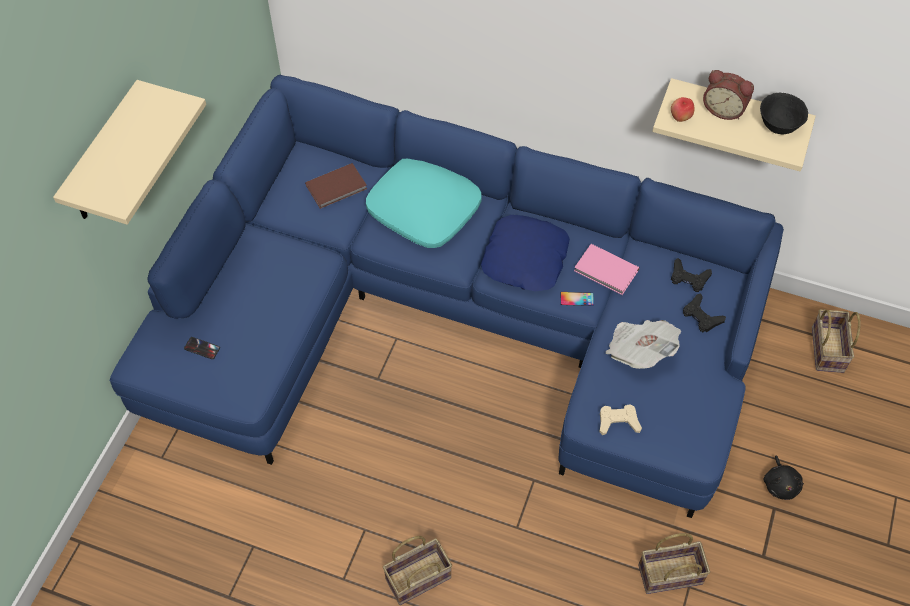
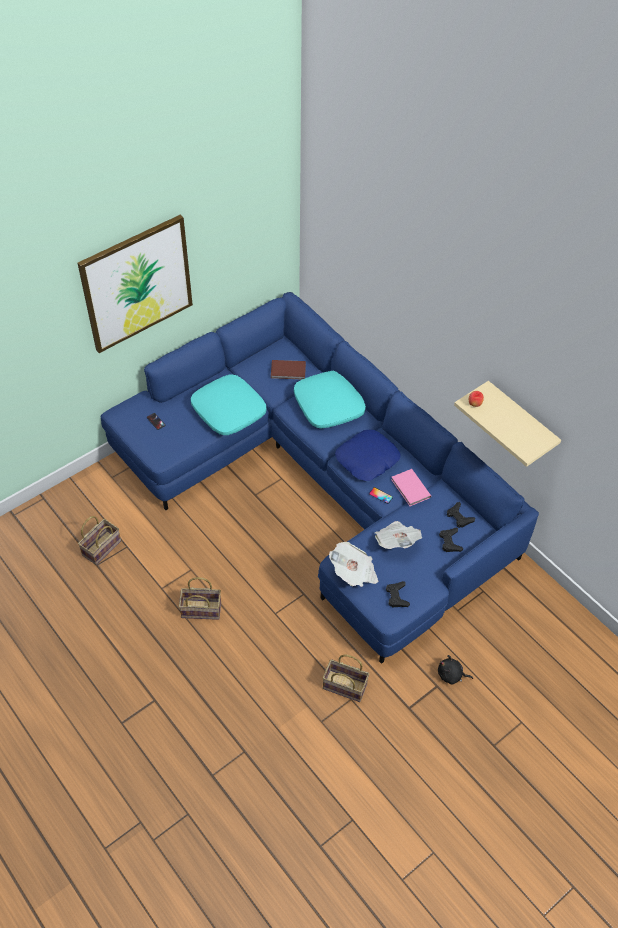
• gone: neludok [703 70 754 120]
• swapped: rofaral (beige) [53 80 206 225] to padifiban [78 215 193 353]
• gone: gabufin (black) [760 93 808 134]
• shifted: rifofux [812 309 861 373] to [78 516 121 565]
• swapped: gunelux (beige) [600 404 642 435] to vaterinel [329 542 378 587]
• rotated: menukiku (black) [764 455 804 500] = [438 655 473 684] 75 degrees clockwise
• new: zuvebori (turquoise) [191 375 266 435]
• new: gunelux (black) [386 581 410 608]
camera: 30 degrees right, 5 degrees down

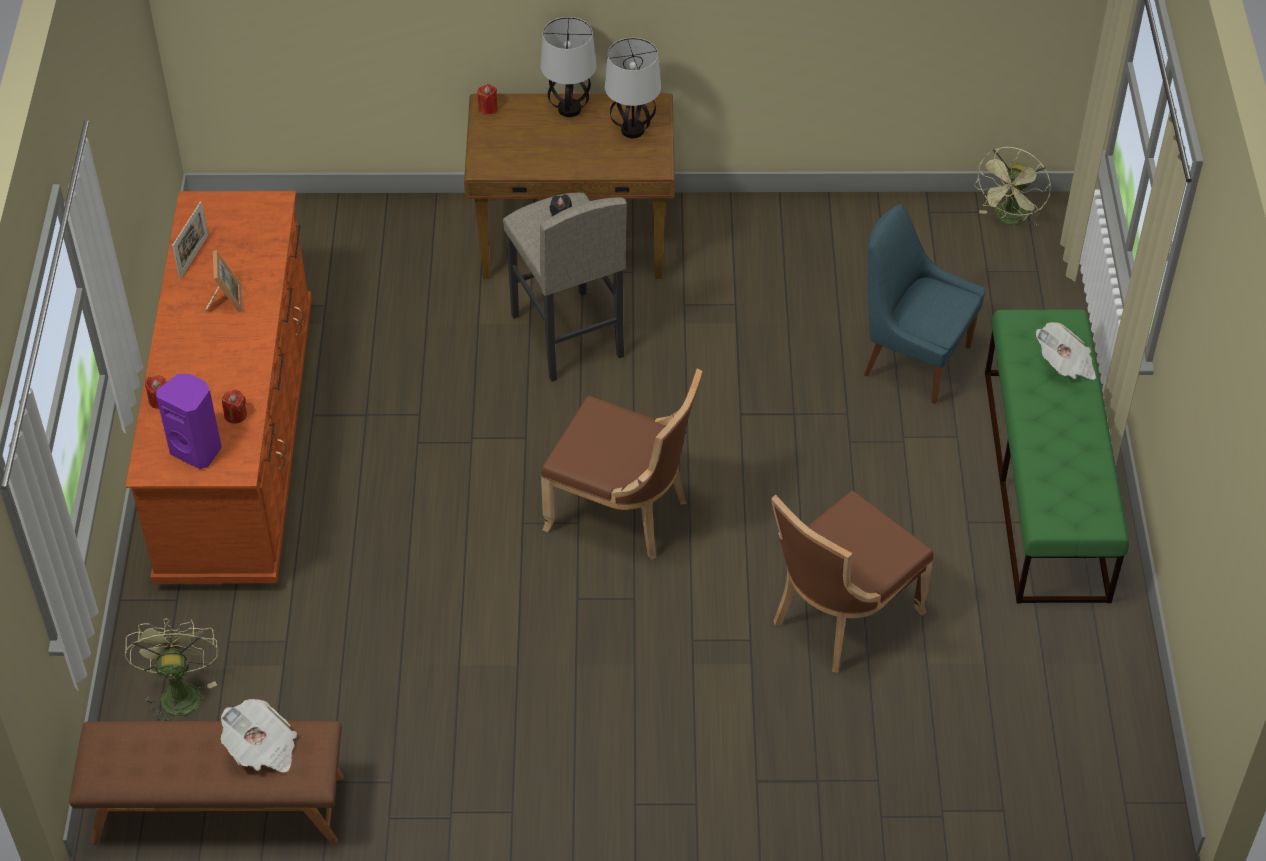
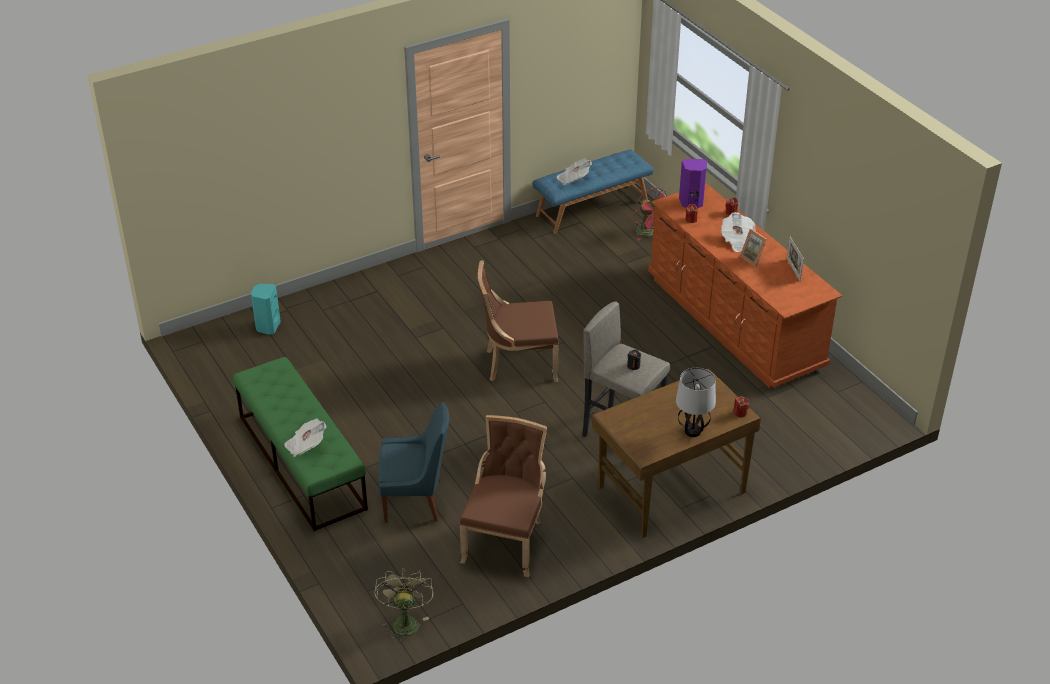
• gone: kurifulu [605 38 661 138]
• shifted: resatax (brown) [771 491 934 672] to [460 415 547 577]
• repainted: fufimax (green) [125 618 218 721] to fufimax (red) [634 188 667 241]
• repainted: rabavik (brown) [69 721 344 845] to rabavik (blue) [533 149 654 234]
• new: vaterinel [721 212 755 252]
• new: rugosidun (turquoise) [251 284 281 335]
camera: 150 degrees right, 10 degrees down

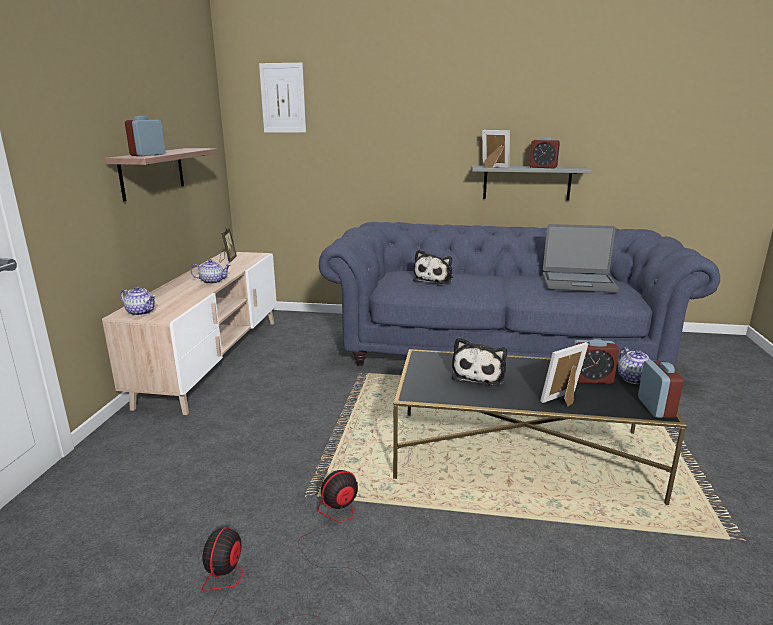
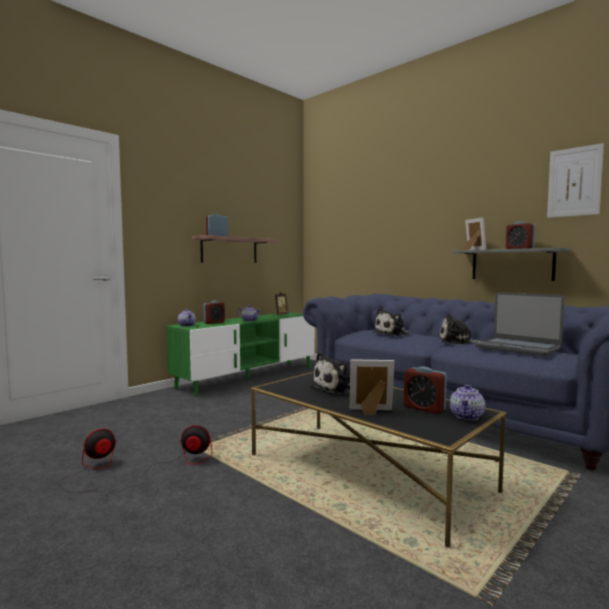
• shifted: padifiban [259 63 306 133] to [547 143 604 218]
• repainted: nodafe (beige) [102 251 277 415] to nodafe (green) [166 312 315 397]
• shifted: neludok [638 361 683 418] to [203 301 225 324]
• new: menukiku [440 313 481 345]
camera: 35 degrees right, 15 degrees down

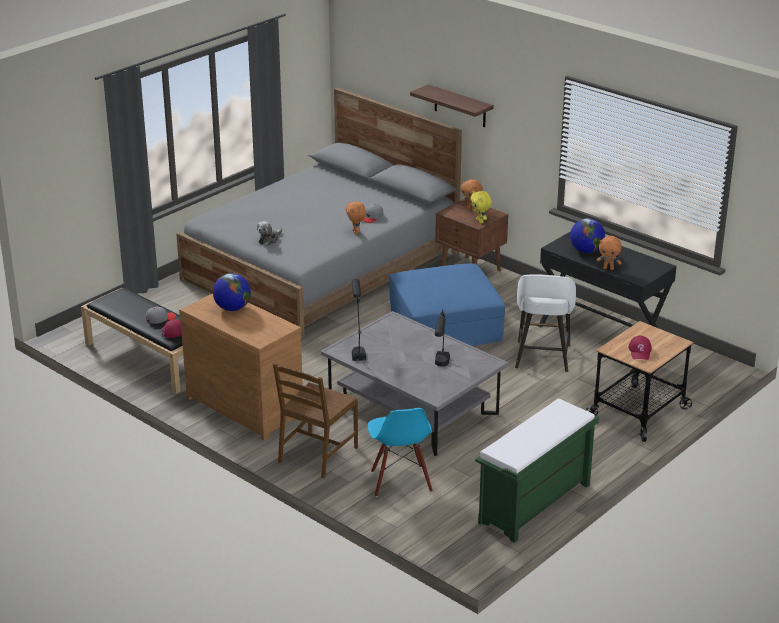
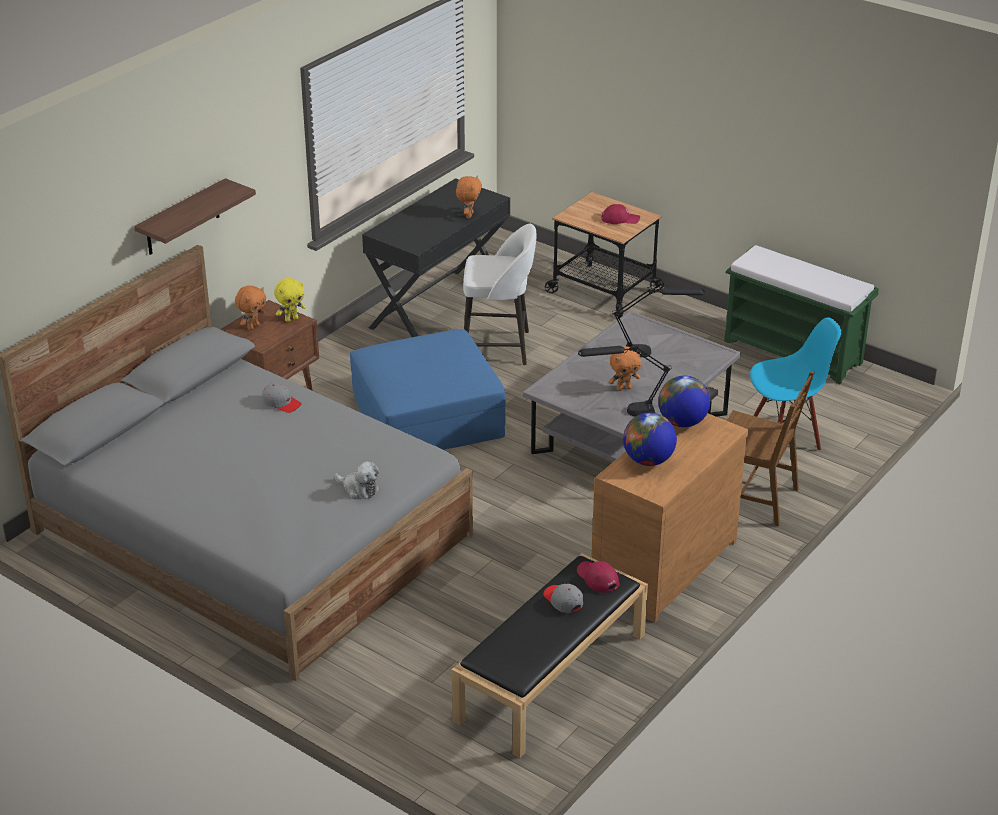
• shifted: menukiku (orange) [346 201 366 235] to [609 346 641 391]
• shifted: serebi [570 218 605 253] to [658 376 710 427]
camera: 95 degrees left, 5 degrees up

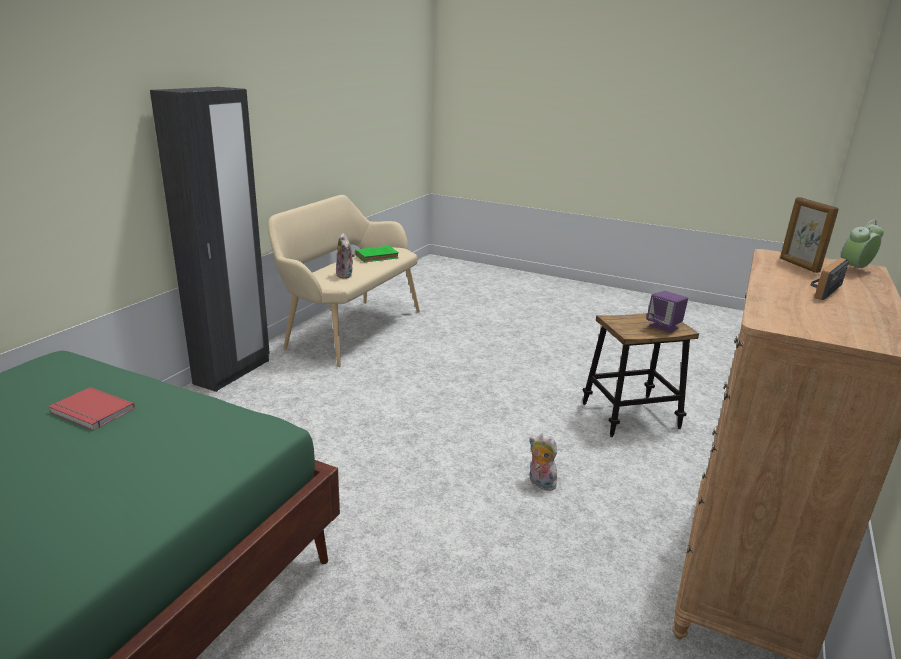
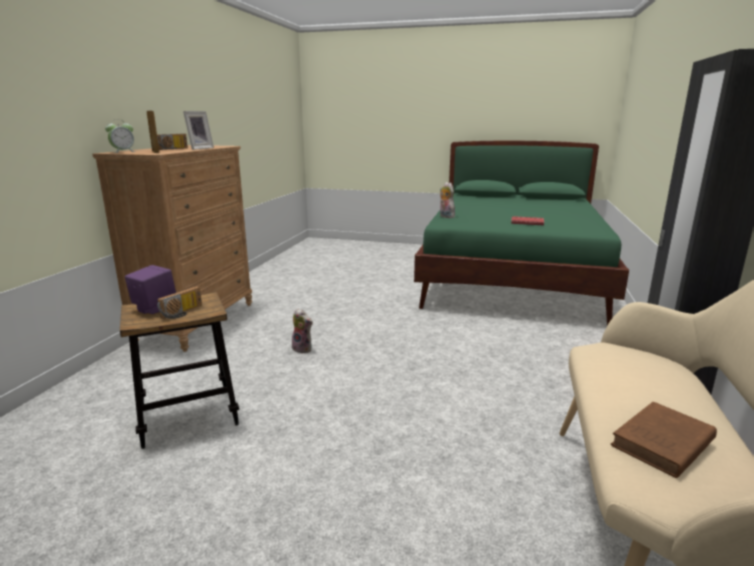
• shifted: menukiku [336 233 355 279] to [440 182 455 218]
• repainted: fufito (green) [355 246 399 262] to fufito (brown) [611 402 717 478]
• new: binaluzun [183 111 214 150]
• new: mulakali [157 286 202 319]
camera: 170 degrees right, 5 degrees down

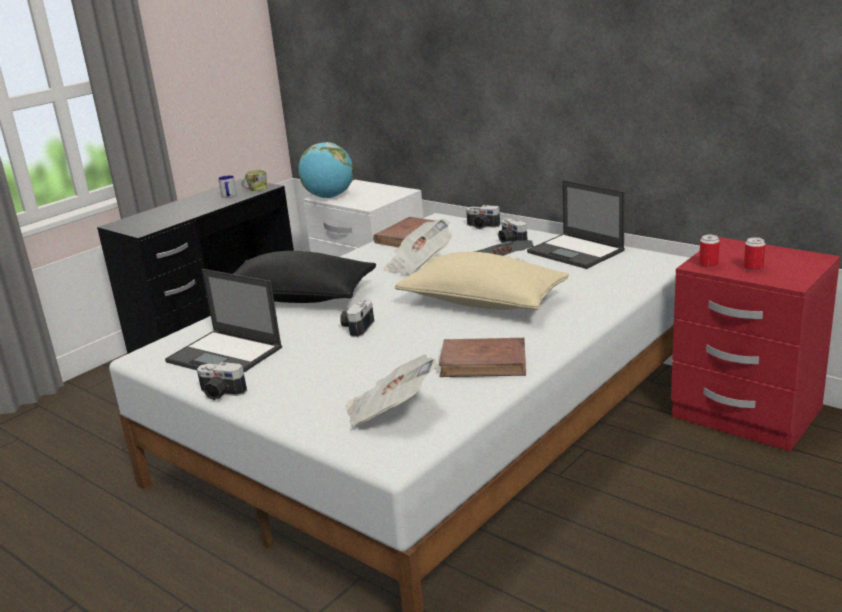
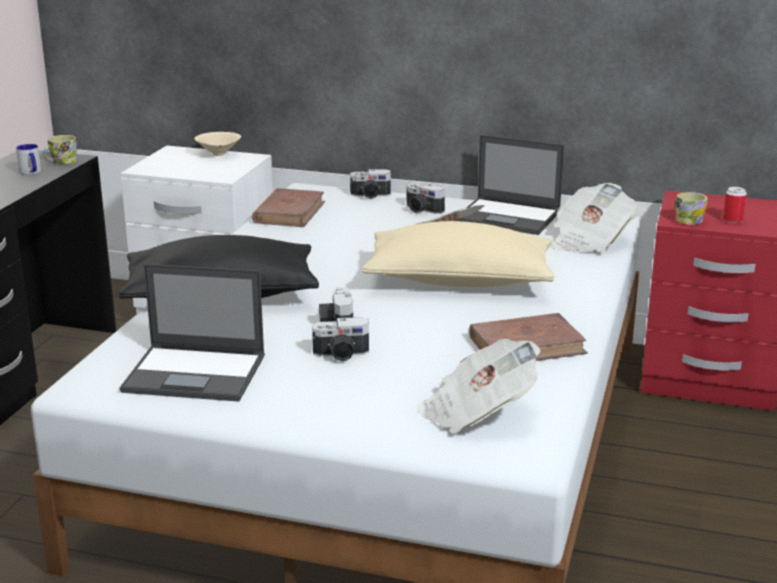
• gone: serebi [298 142 354 198]
• shifted: vaterinel [384 219 452 275] to [554 183 638 252]
• swapped: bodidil [699 235 720 268] to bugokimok [674 192 707 225]
• shifted: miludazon [197 362 247 400] to [312 317 369 362]
• new: gabufin (beige) [194 132 241 156]
camera: 25 degrees left, 0 degrees up

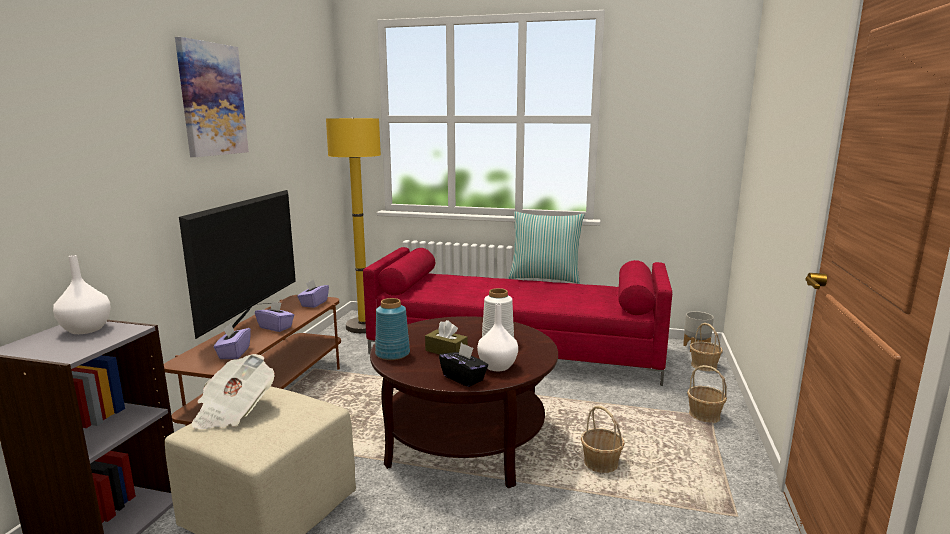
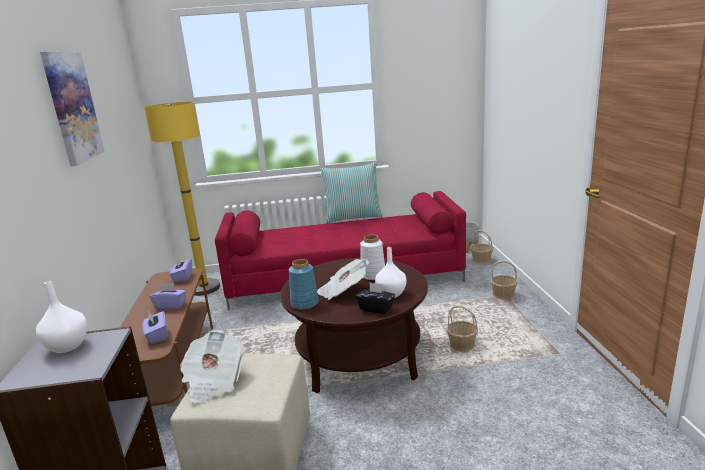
• gone: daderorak [179 190 296 339]
• swapped: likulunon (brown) [425 320 468 355] to vaterinel [317 259 369 300]
camera: 20 degrees left, 5 degrees up

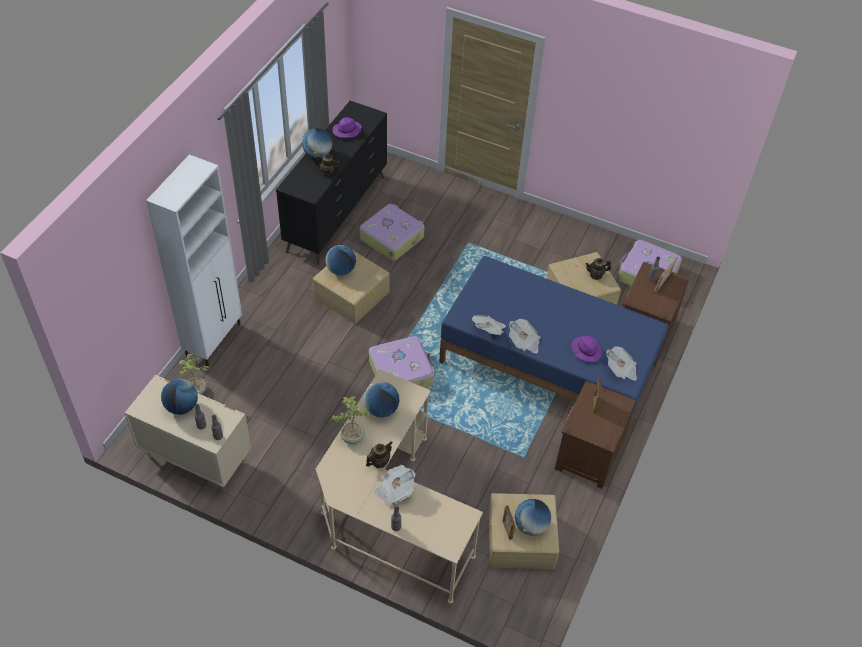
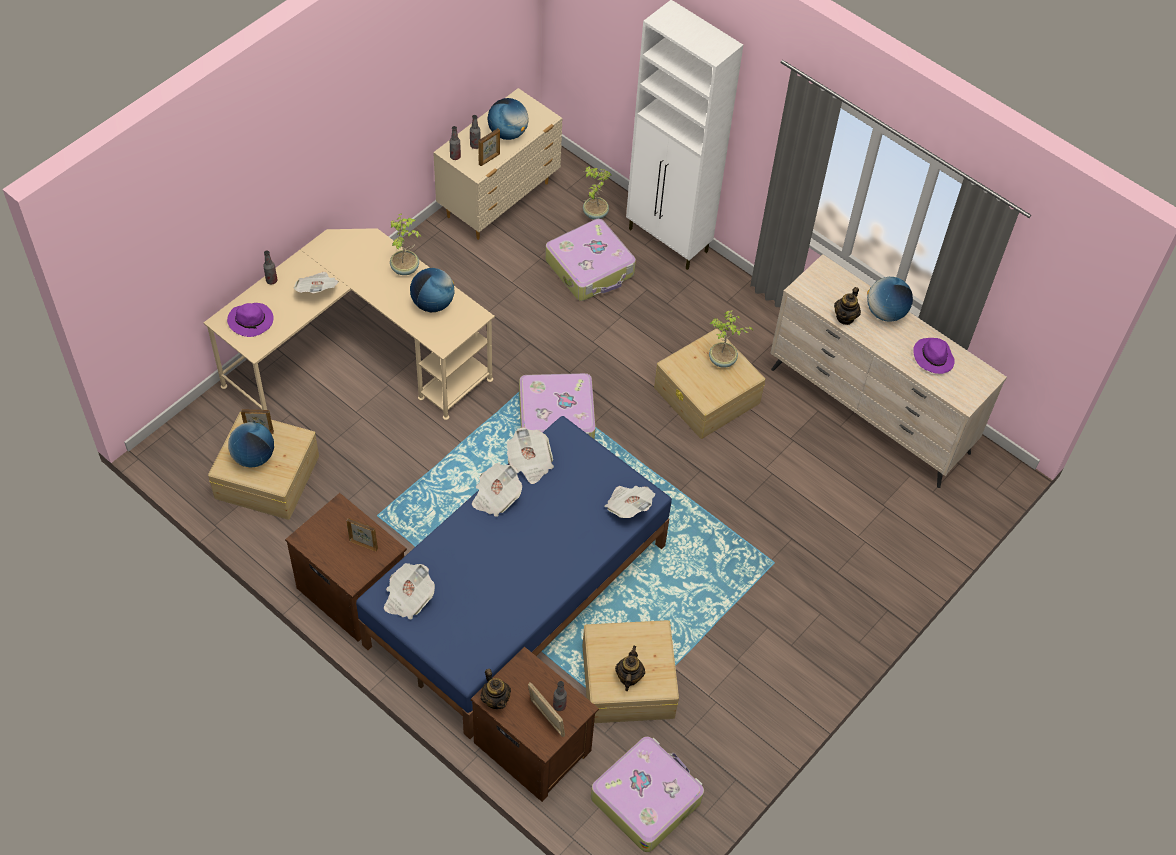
• repainted: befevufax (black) [276 101 387 265] to befevufax (beige) [770 254 1007 488]
• shifted: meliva [360 204 424 261] to [545 219 636 301]
• swapped: serebi [326 245 356 275] to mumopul [709 310 753 368]
• shifted: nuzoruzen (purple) [572 336 602 362] to [227 303 274 337]
• shifted: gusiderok [366 441 393 468] to [481 669 511 709]
• new: binaluzun [478 128 500 166]
• new: vaterinel [604 486 655 518]
camera: 105 degrees right, 5 degrees up

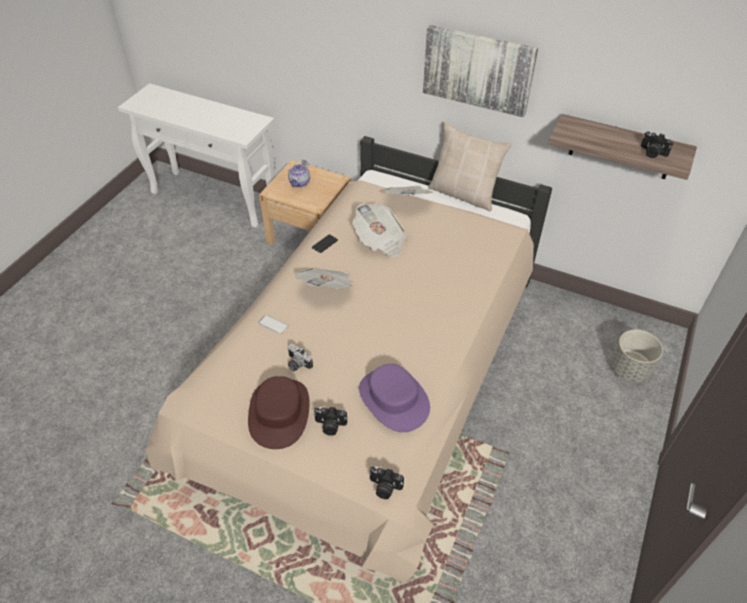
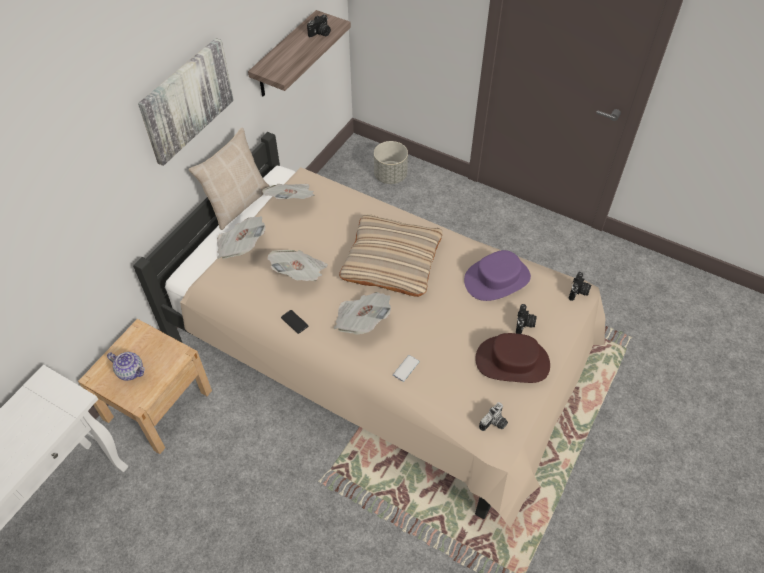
• shifted: miludazon [288 343 313 371] to [479 402 508 431]
• new: vaterinel [262 184 315 199]
• new: zuvebori (beige) [339 214 443 297]
camera: 85 degrees left, 5 degrees up

